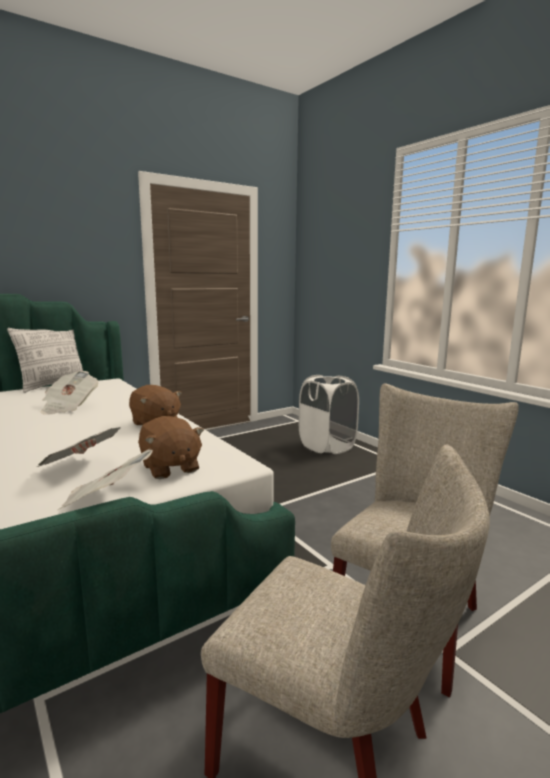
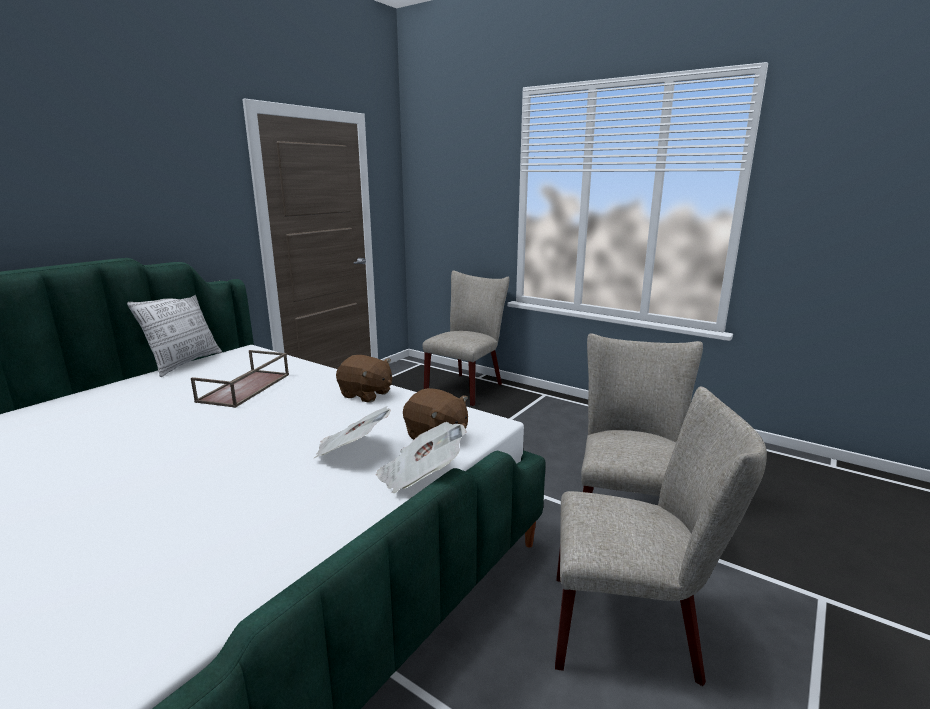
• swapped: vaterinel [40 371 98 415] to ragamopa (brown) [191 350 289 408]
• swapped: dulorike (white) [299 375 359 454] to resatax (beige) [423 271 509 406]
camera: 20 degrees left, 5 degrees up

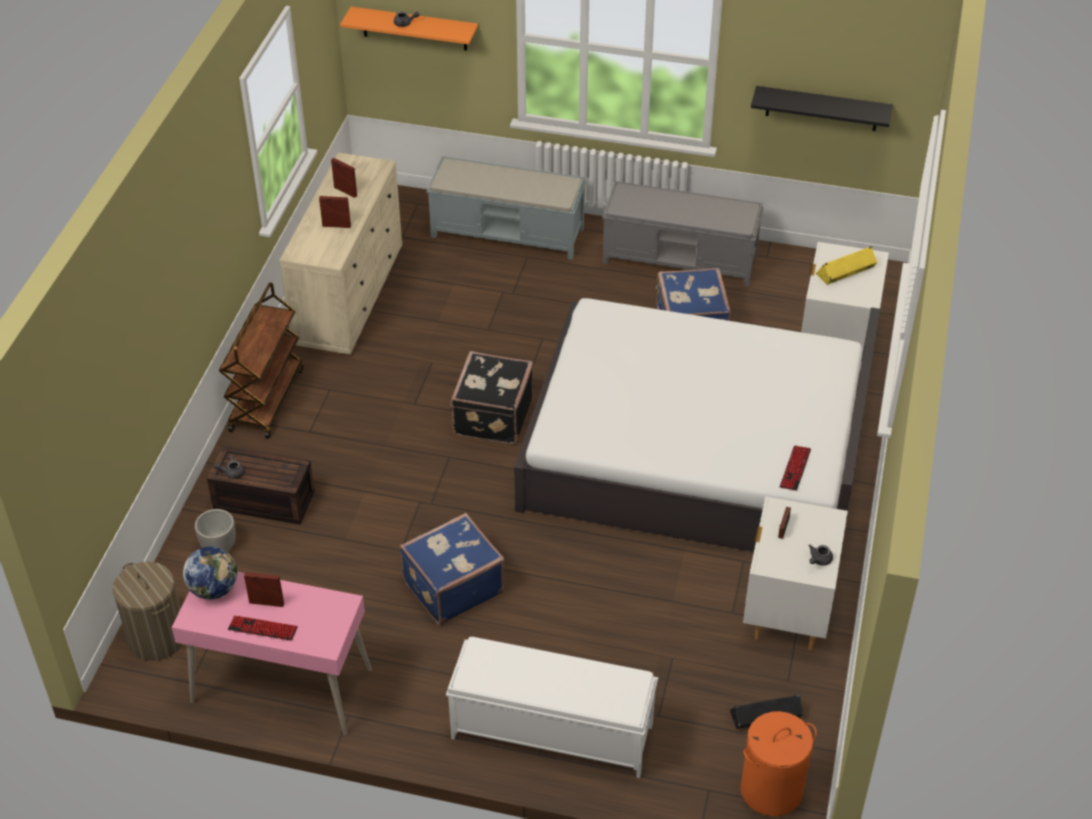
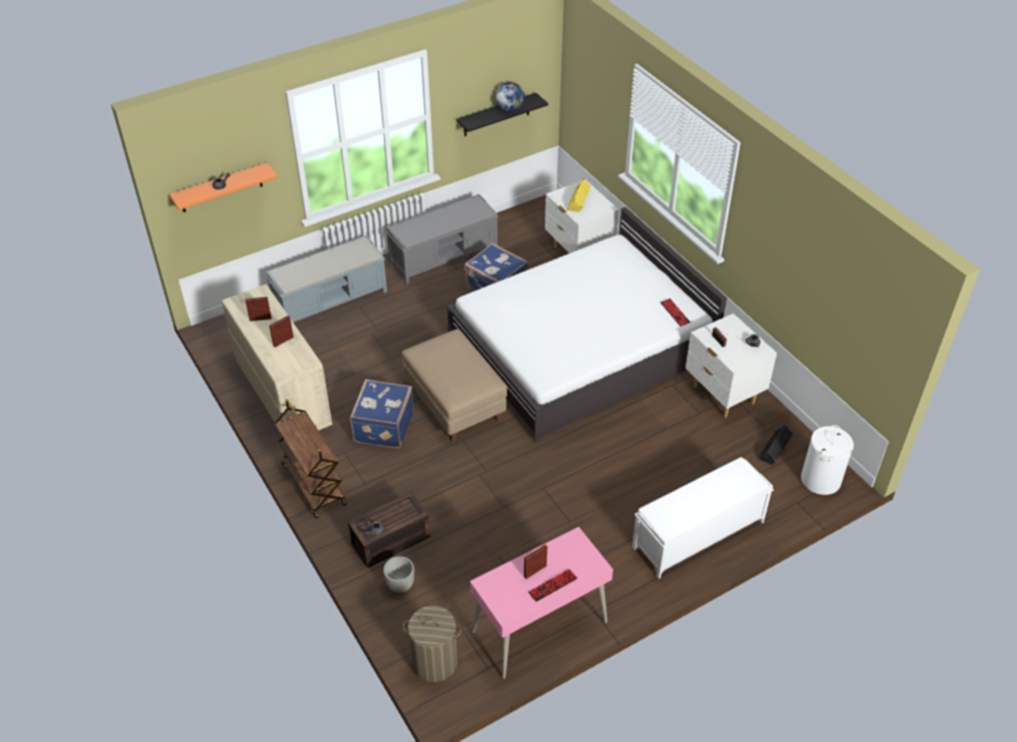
• swapped: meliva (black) [450 351 533 444] to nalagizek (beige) [402 329 508 442]
• shifted: meliva (blue) [400 513 504 625] to [350 379 414 449]
• shifted: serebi [183 547 238 599] to [496 82 525 111]
• repainted: dulorike (orange) [741 711 817 816] to dulorike (white) [801 425 854 495]
camera: 45 degrees left, 0 degrees up

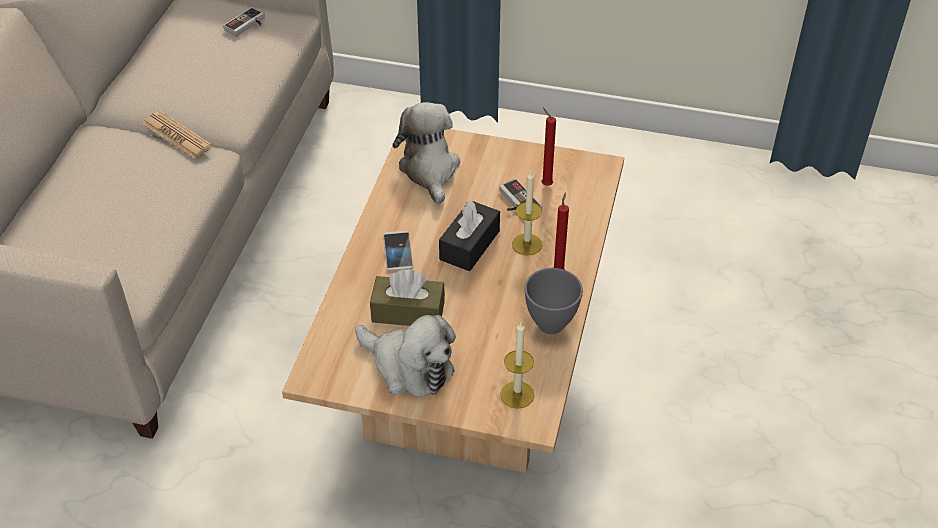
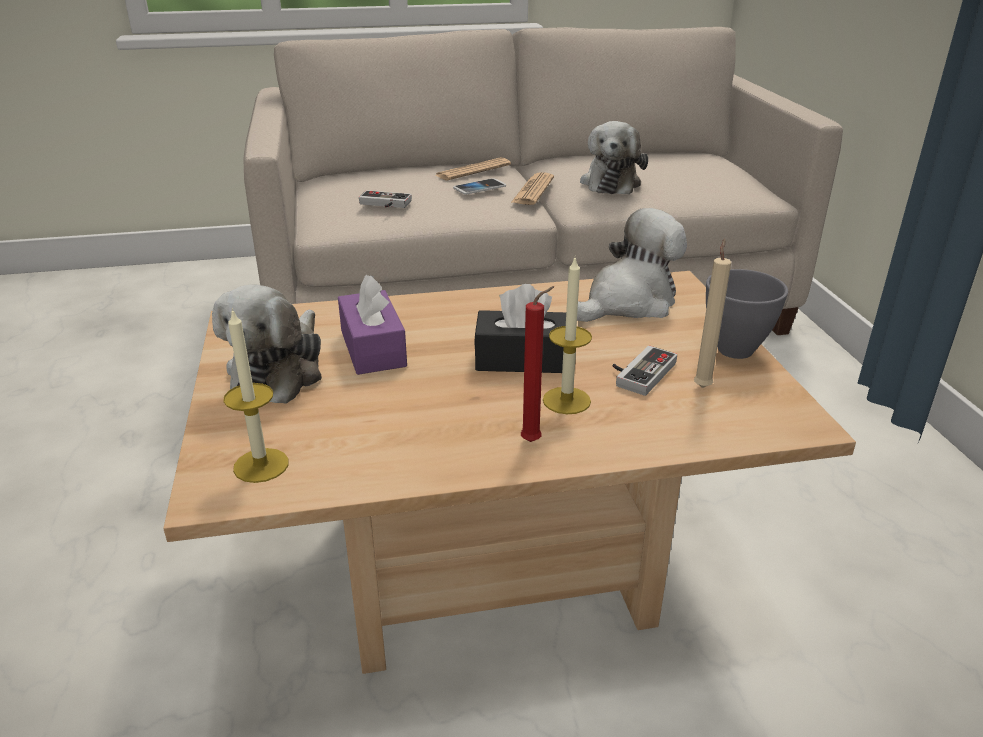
• shifted: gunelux [223 7 265 37] to [359 190 412 208]
• repainted: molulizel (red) [541 108 556 186] to molulizel (beige) [694 239 731 388]
• shifted: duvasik [383 231 413 271] to [453 178 506 195]
• shifted: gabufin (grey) [524 268 583 334] to [706 269 788 359]
• repainted: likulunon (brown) [370 270 445 326] to likulunon (purple) [338 275 407 375]
• new: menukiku [580 121 648 195]
• new: vaterinel [435 157 511 181]
camera: 65 degrees right, 15 degrees down

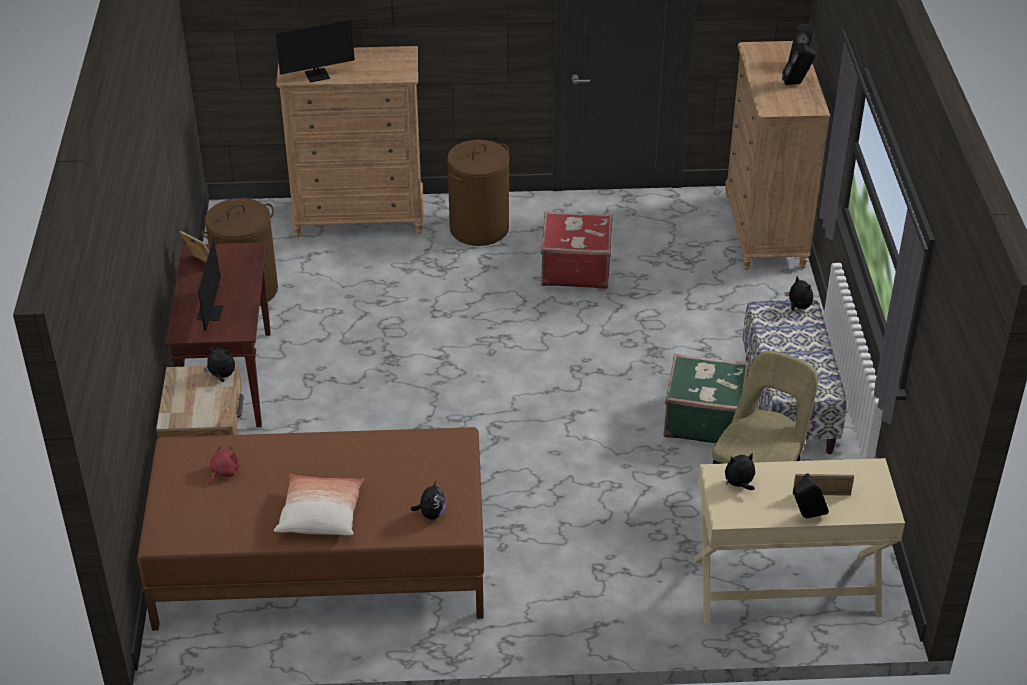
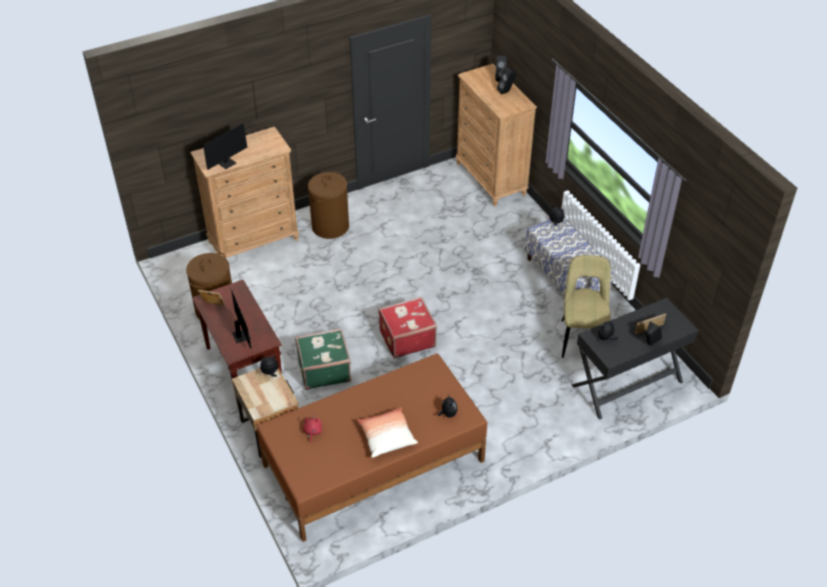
• shifted: meliva (red) [541 211 612 289] to [378 297 437 359]
• shifted: meliva (green) [663 354 749 443] to [295 328 351 390]
• repainted: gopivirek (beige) [694 458 905 623] to gopivirek (black) [572 298 699 420]
camera: 25 degrees left, 5 degrees up

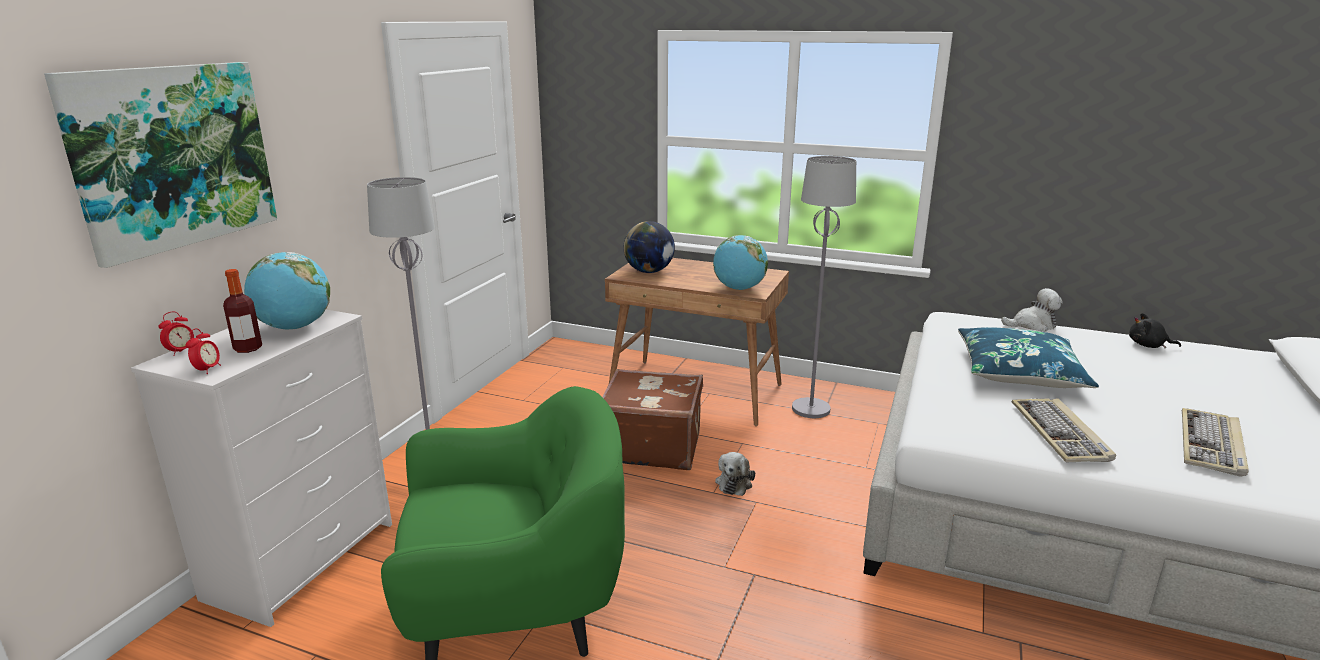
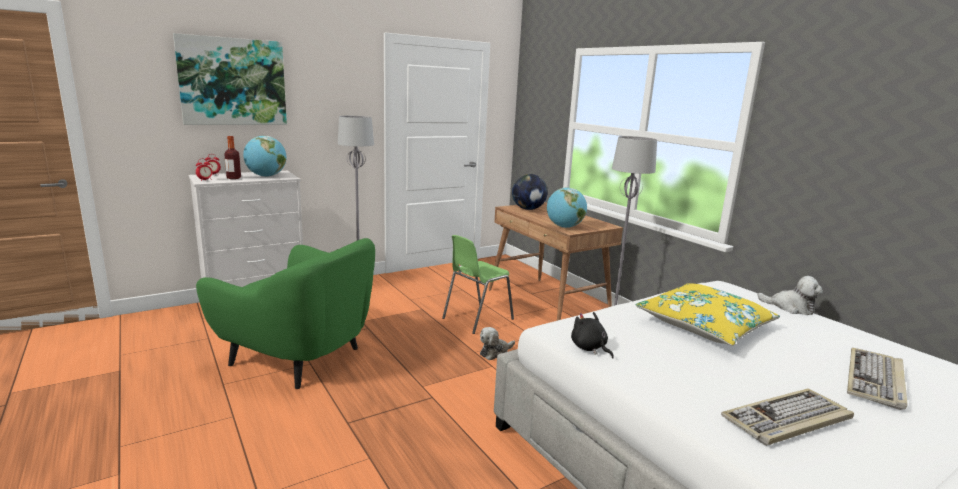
• shifted: menukiku (black) [1129 313 1181 349] to [571 312 614 358]
• repainted: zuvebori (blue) [958 327 1099 388] to zuvebori (yellow) [635 283 780 346]
• swapped: meliva (brown) [602 369 703 470] to resatax (green) [442 235 514 334]
• shifted: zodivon [1012 398 1116 462] to [847 348 907 410]
camera: 35 degrees right, 5 degrees down

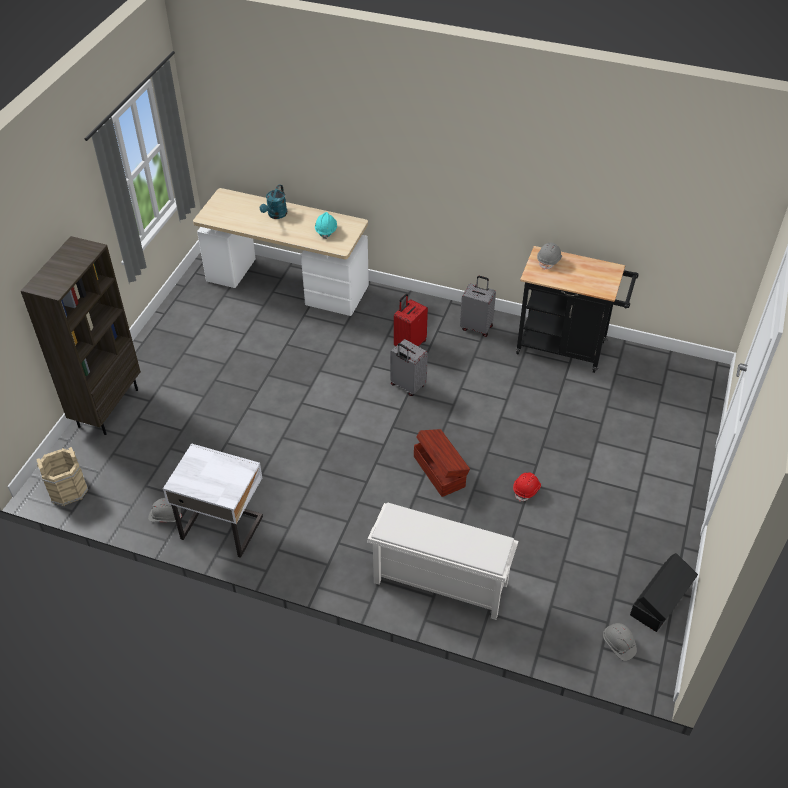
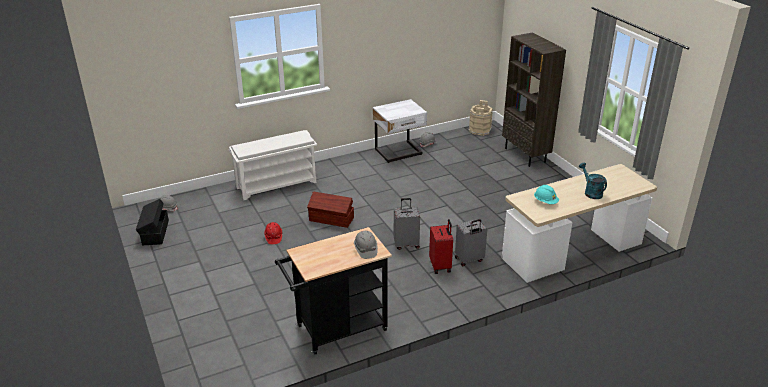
• shifted: meliva (grey) [460 276 496 337] to [455 219 487 266]
camera: 135 degrees right, 15 degrees down

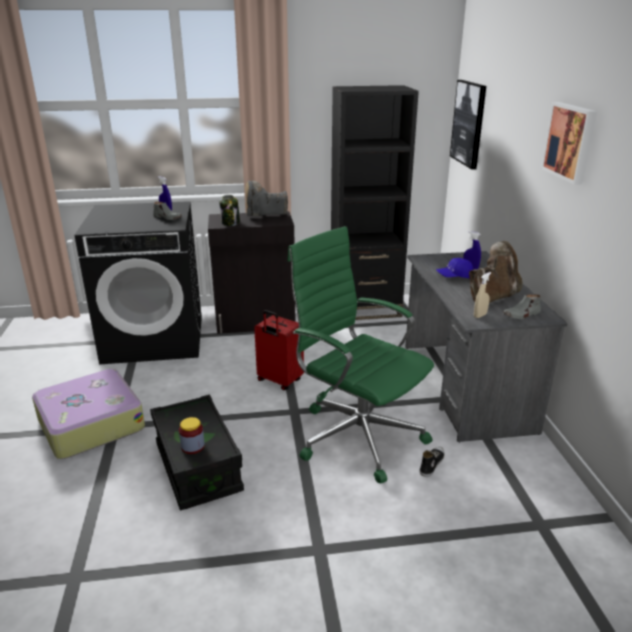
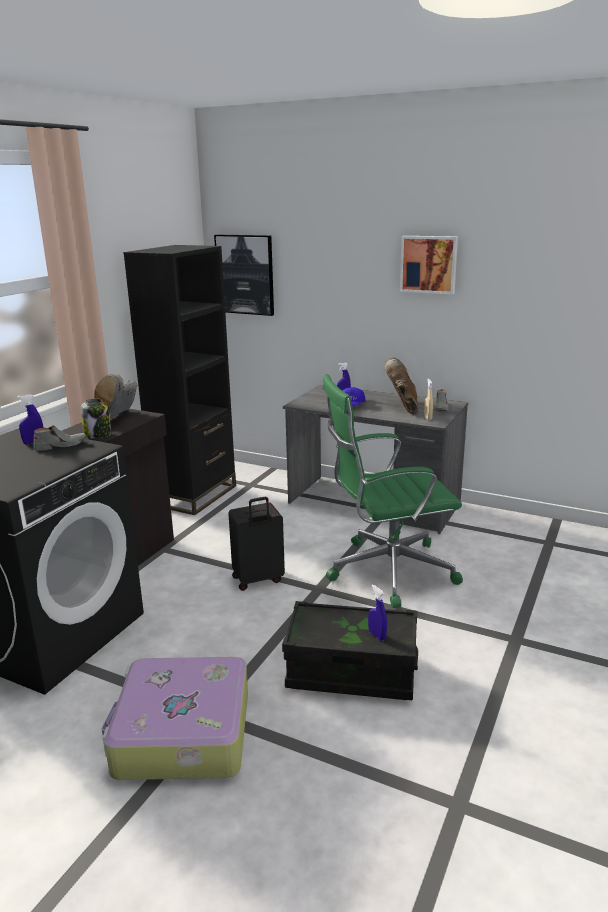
• repainted: meliva (red) [254 310 304 390] to meliva (black) [228 497 285 591]
• swapped: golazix [179 417 205 454] to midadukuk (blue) [368 584 387 641]
• gone: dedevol [420 447 445 477]
camera: 55 degrees left, 5 degrees down

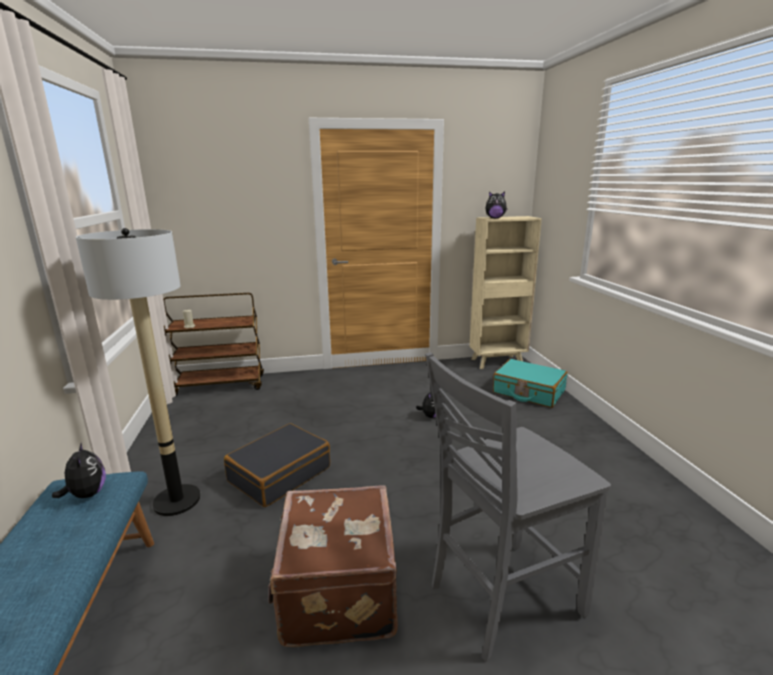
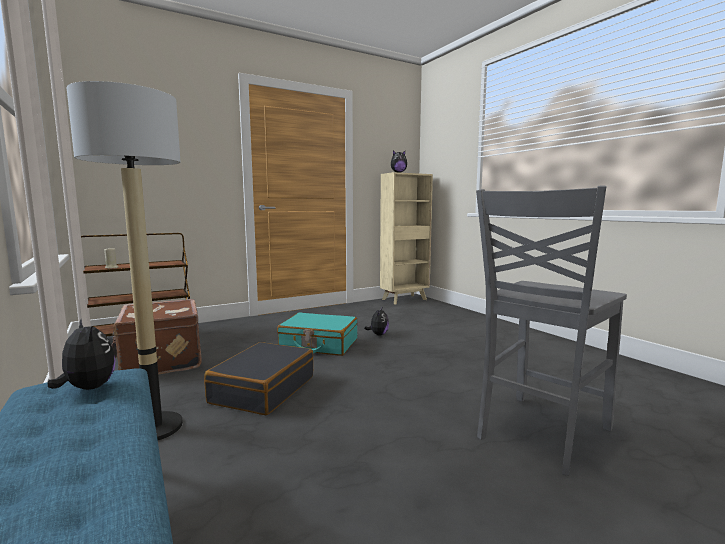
• shifted: meliva (turquoise) [493 359 568 408] to [277 312 358 356]
• shifted: meliva (brown) [268 485 398 647] to [112 299 202 374]
camera: 20 degrees left, 10 degrees down

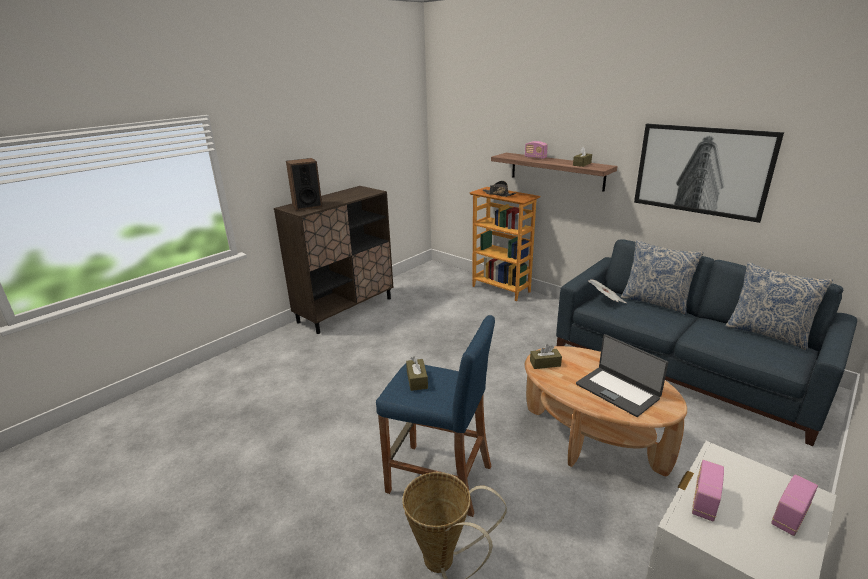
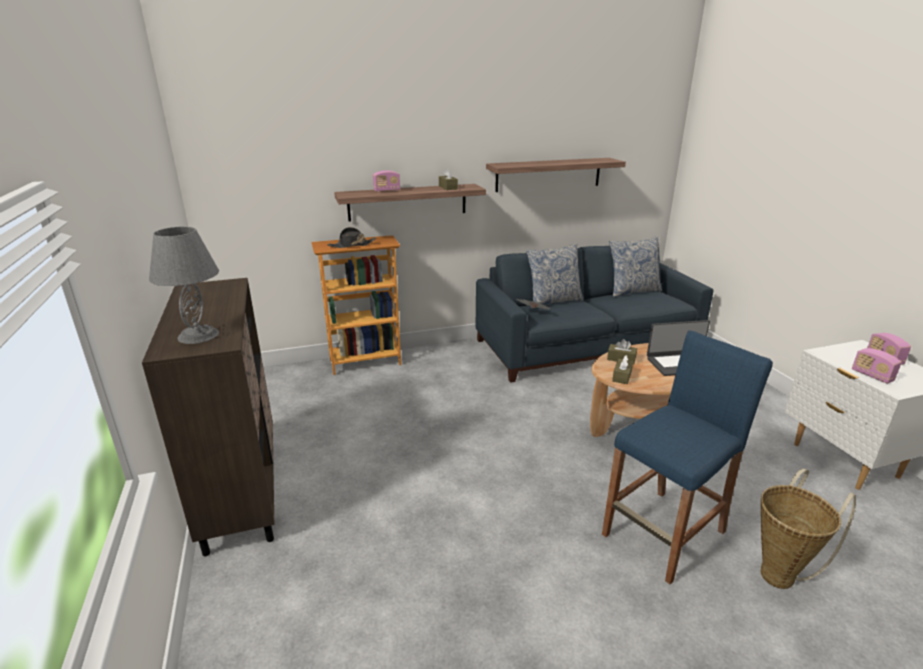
• swapped: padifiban [634 124 784 223] to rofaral [486 158 626 192]
• swapped: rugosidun [286 158 322 211] to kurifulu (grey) [149 226 219 344]
• shifted: likulunon (brown) [406 357 428 391] to [607 339 637 364]
camera: 60 degrees left, 0 degrees up

